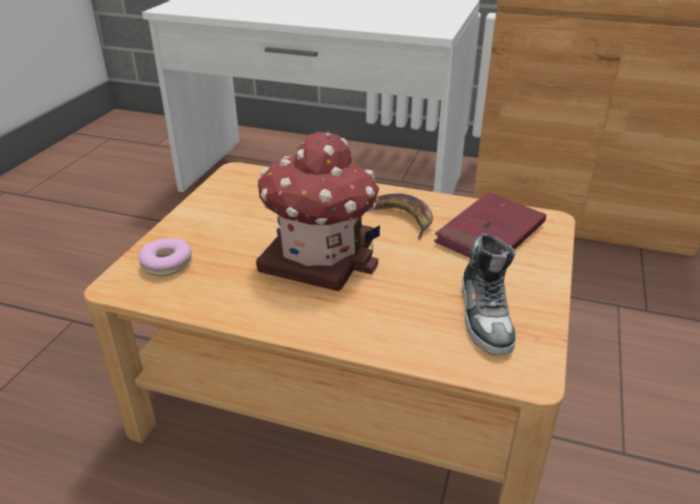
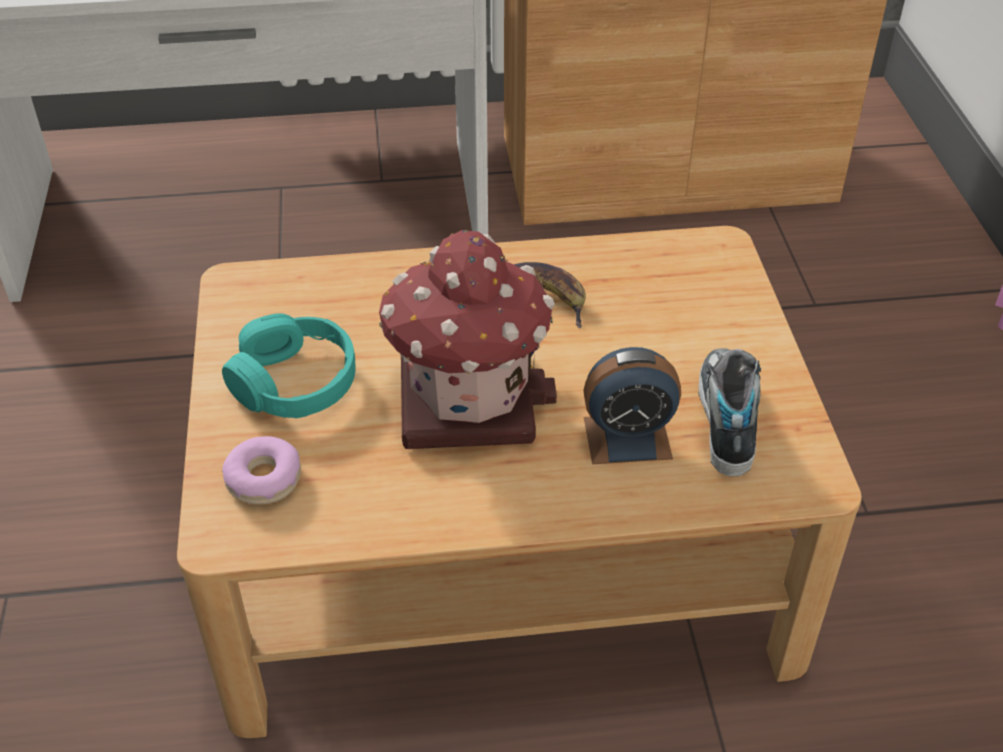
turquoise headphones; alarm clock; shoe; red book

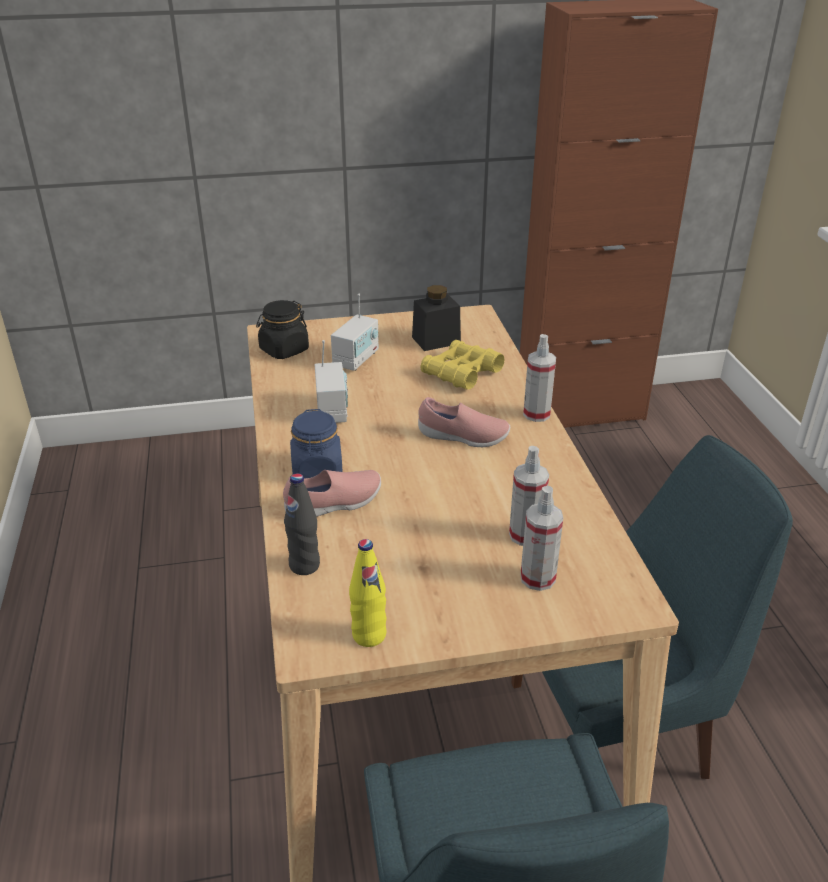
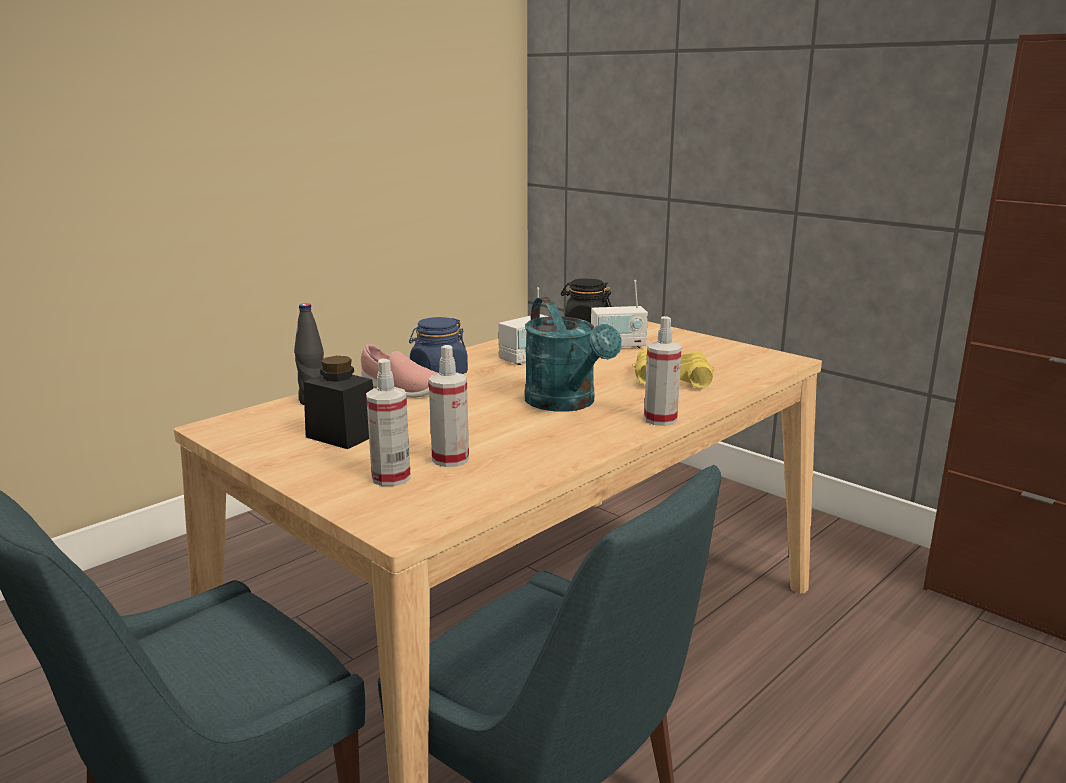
black jar (no. 1 from left); turquoise watering can; yellow bottle

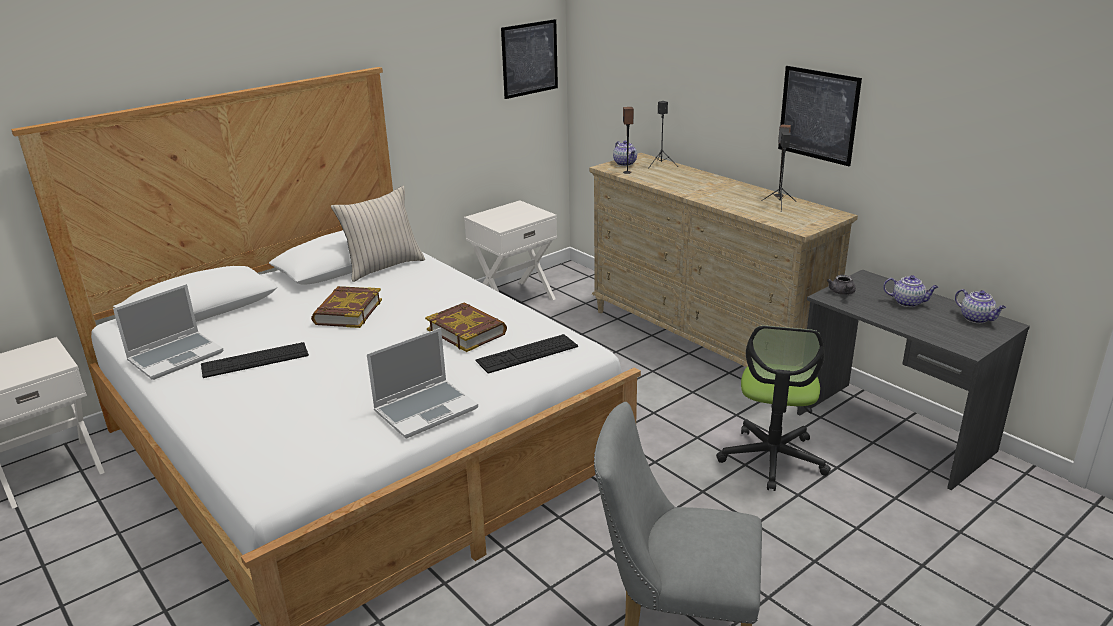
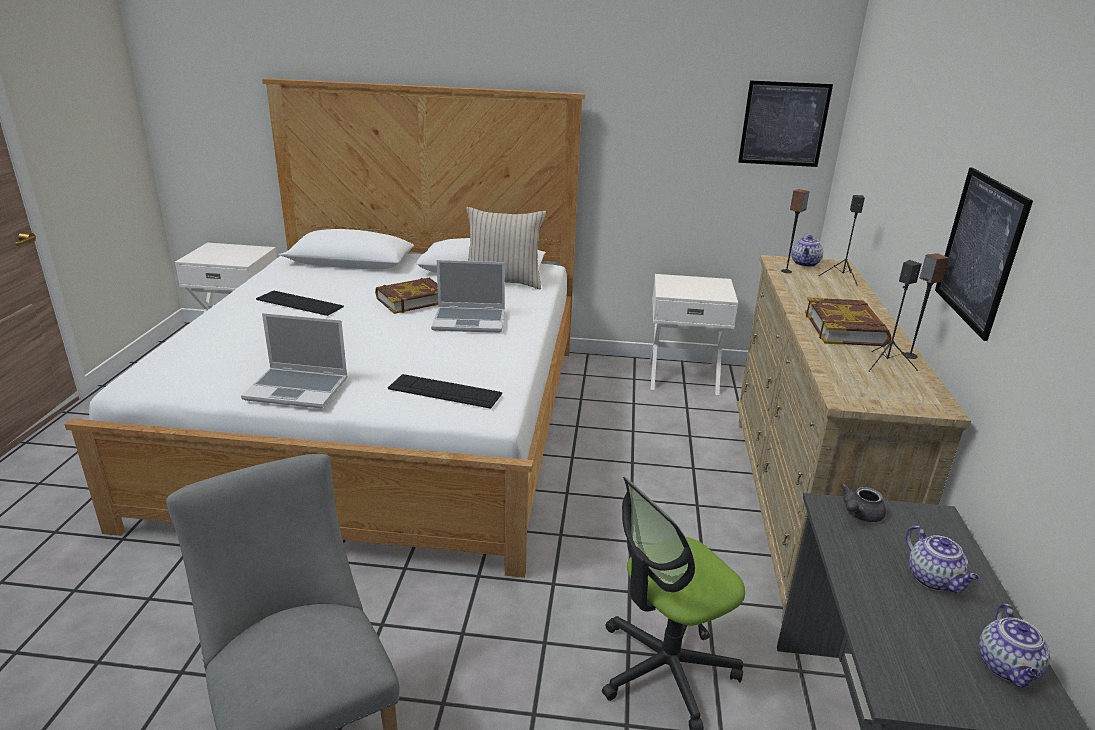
laptop (no. 2 from left); book (no. 2 from left)

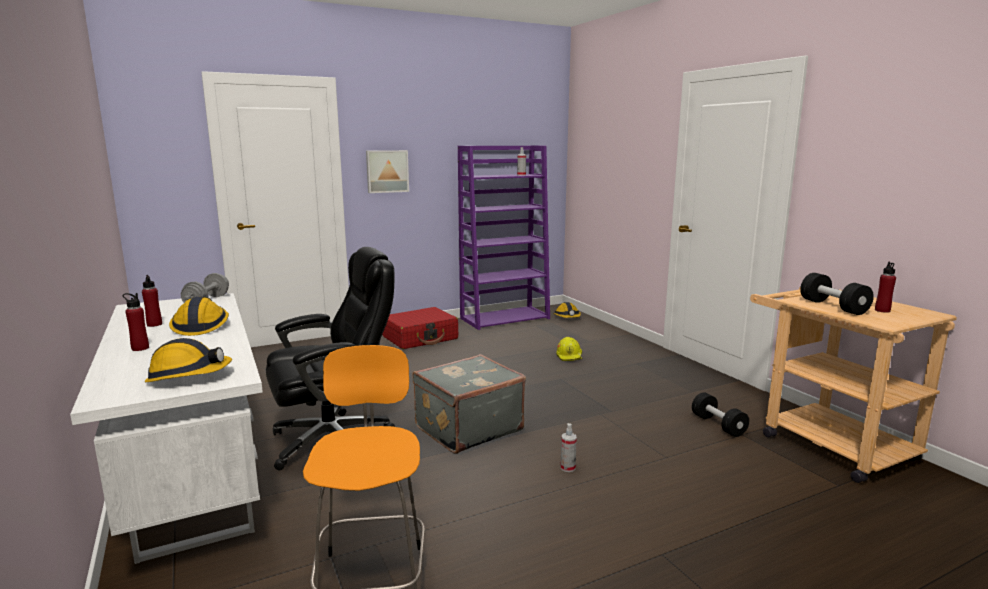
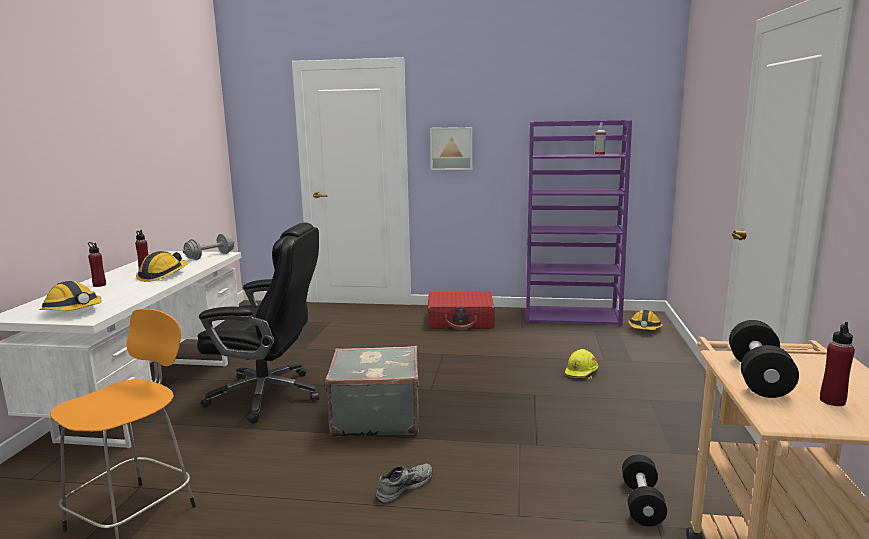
grey shoe

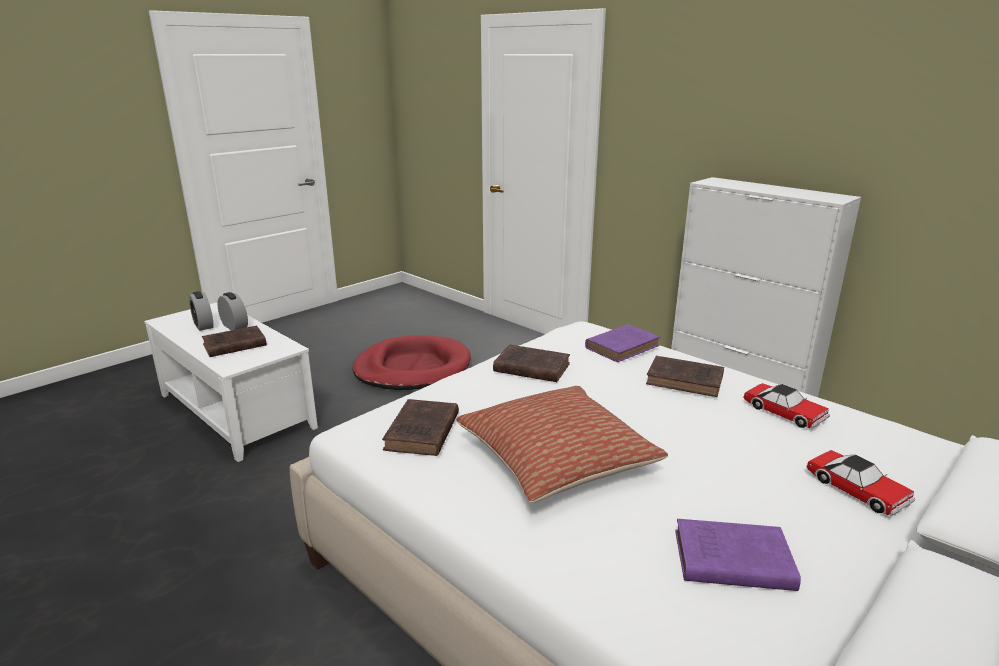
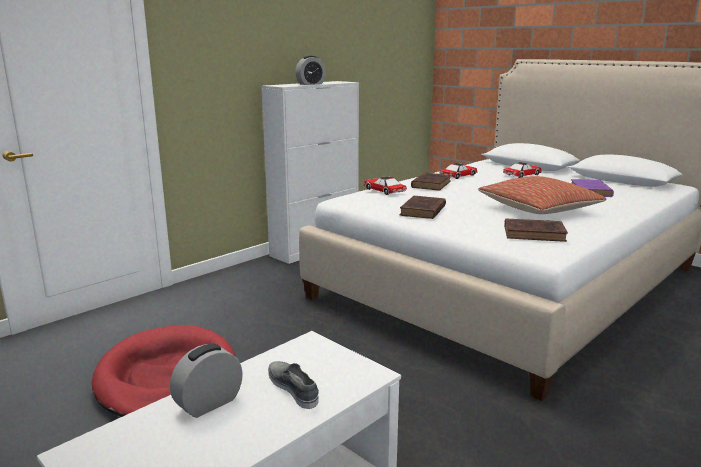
grey shoe; alarm clock (no. 2 from left); toy car (no. 1 from left)

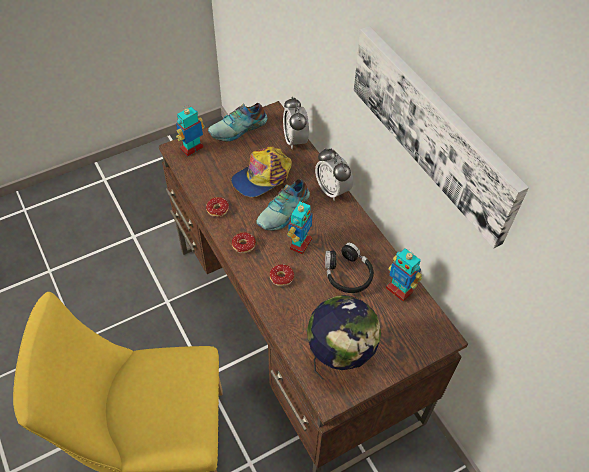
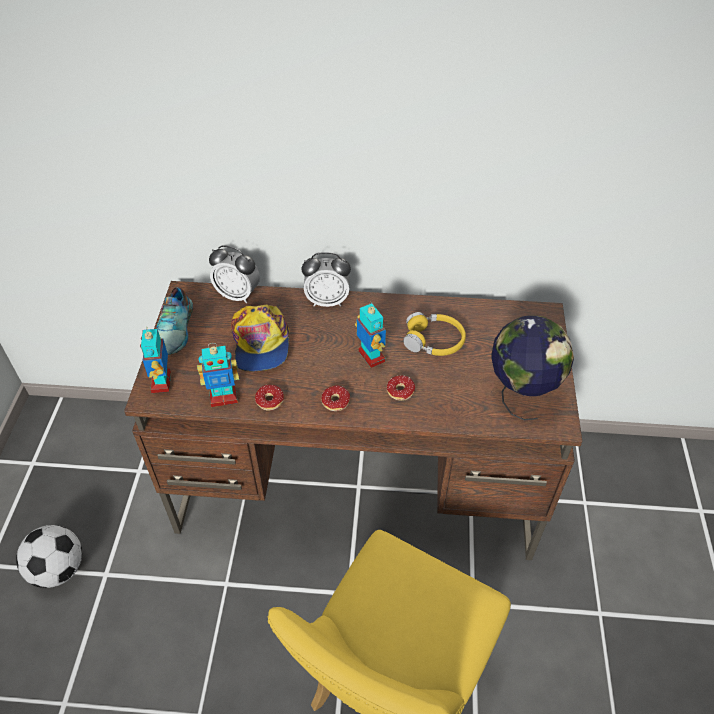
football; toy robot (no. 2 from left); yellow headphones; shoe (no. 2 from left in the first image); picture

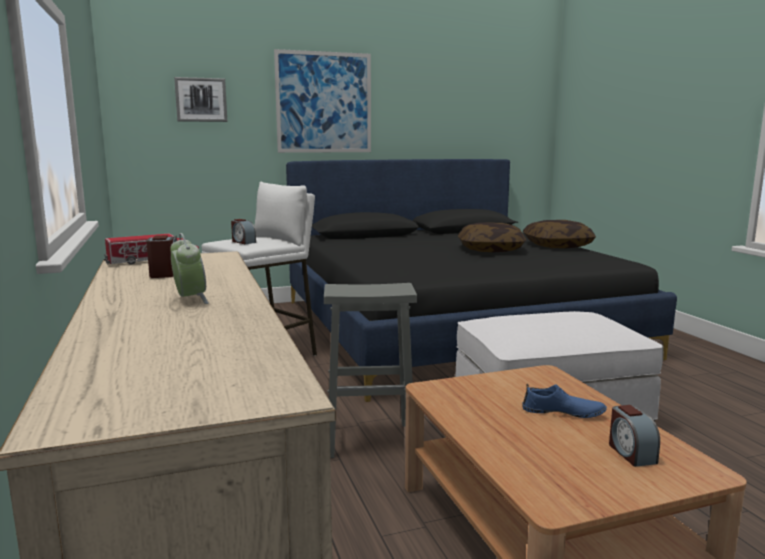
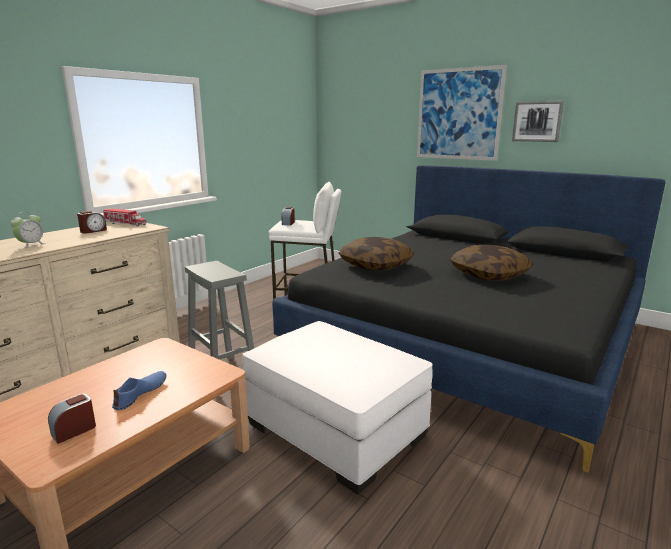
blue shoe; pillow (no. 1 from left); picture (no. 2 from left)

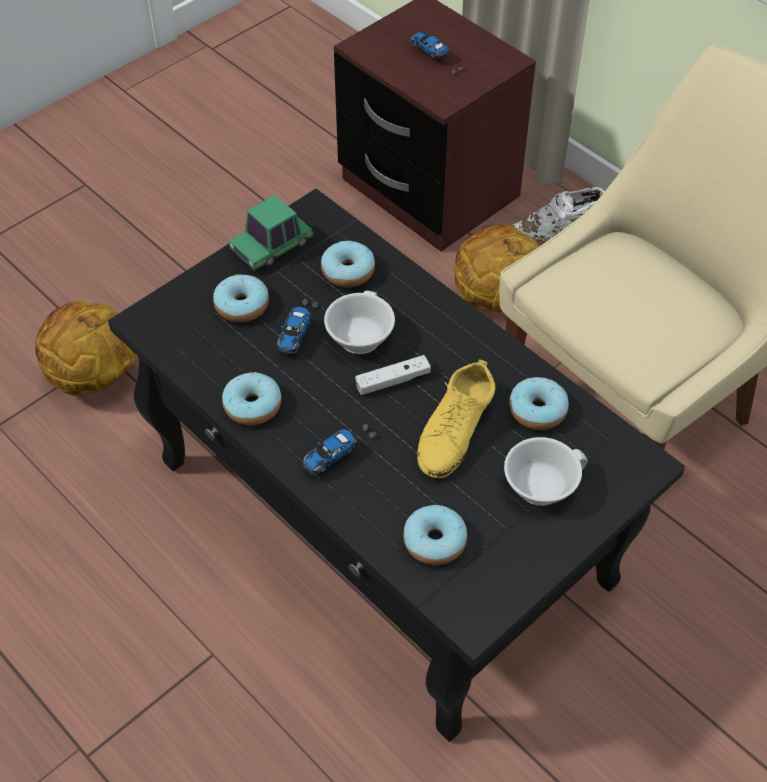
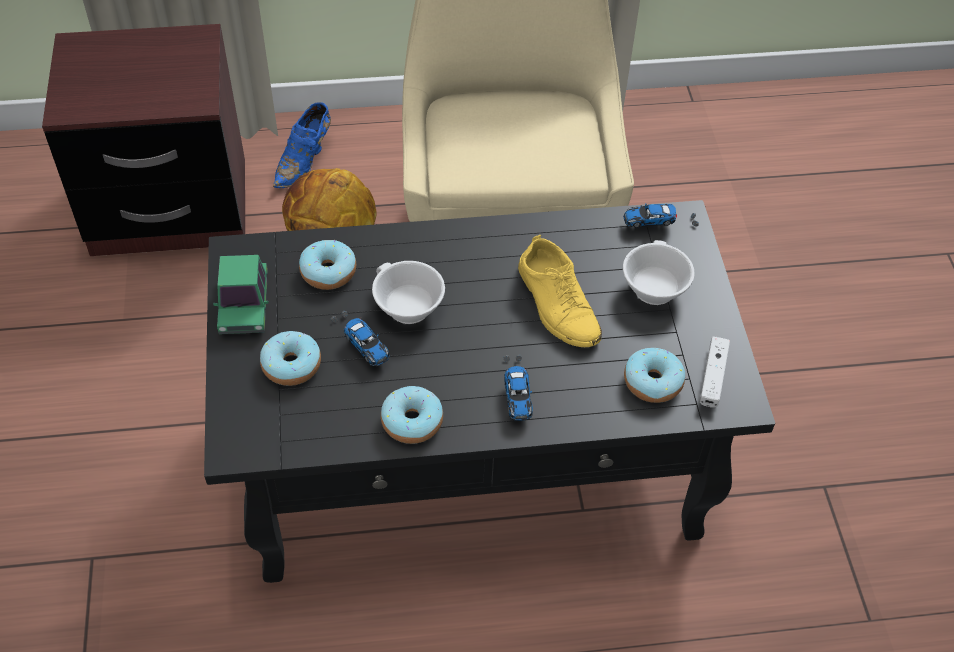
blue shoe; toy car (no. 4 from left); white game controller; basketball (no. 1 from left in the first image); donut (no. 5 from left in the first image)

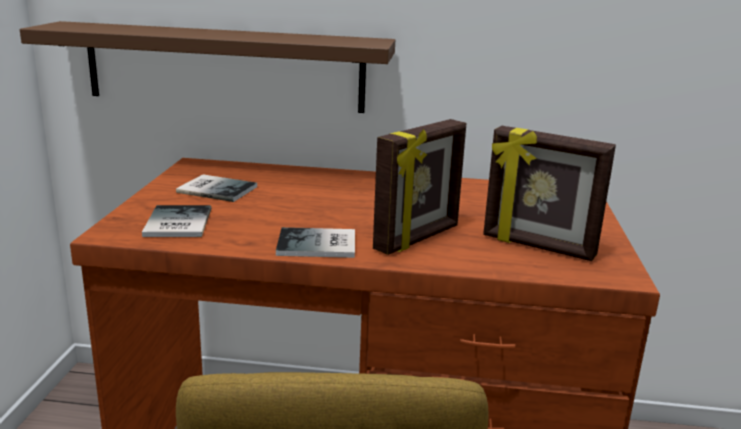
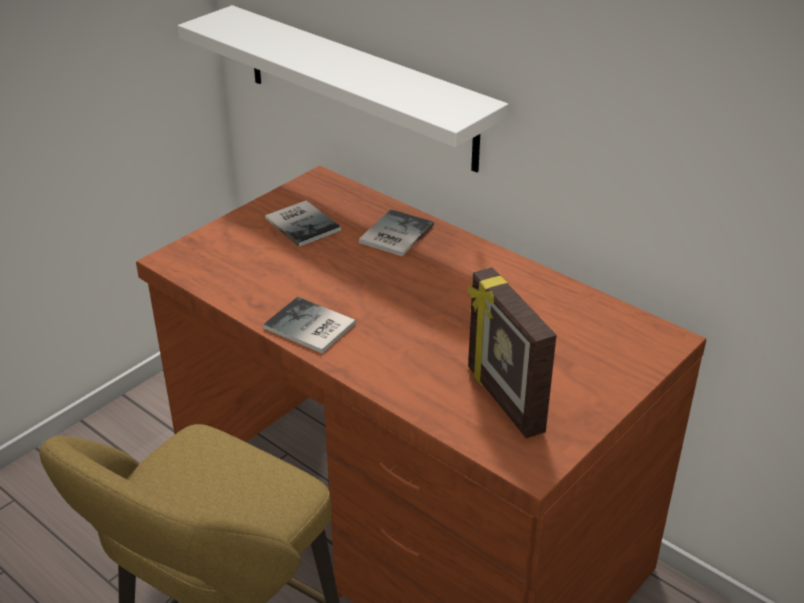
white shelf; book (no. 3 from left); picture frame (no. 1 from left in the first image)

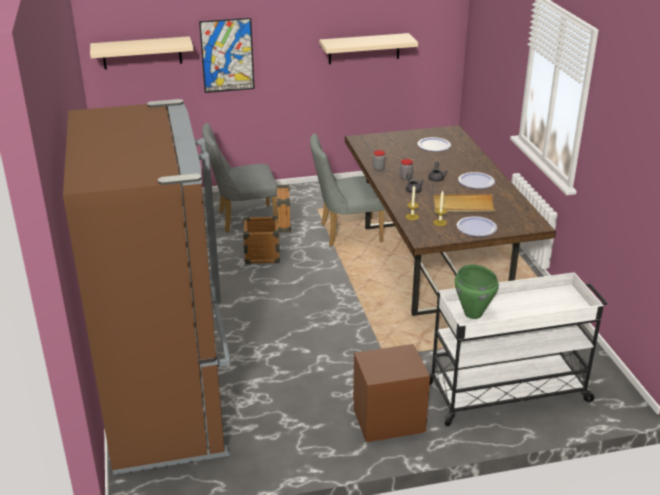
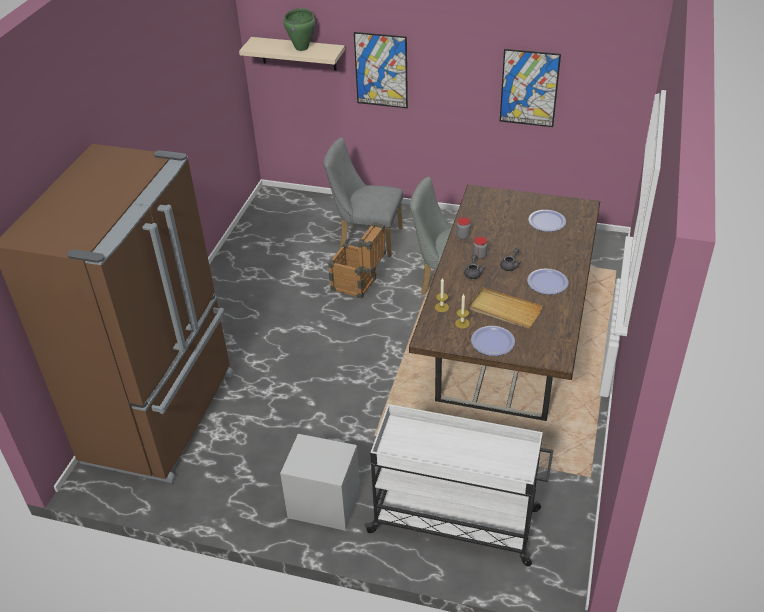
grey nightstand; green cooking pot; picture (no. 2 from left)

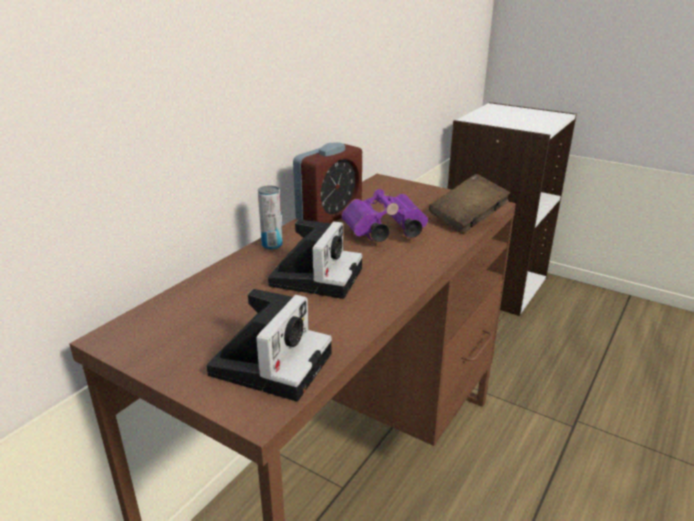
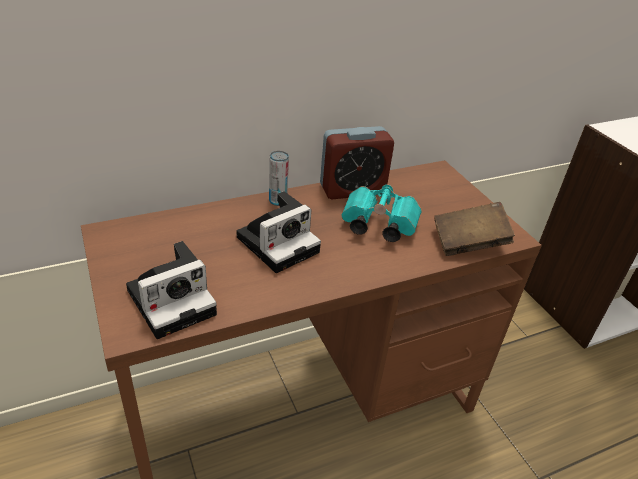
turquoise binoculars

